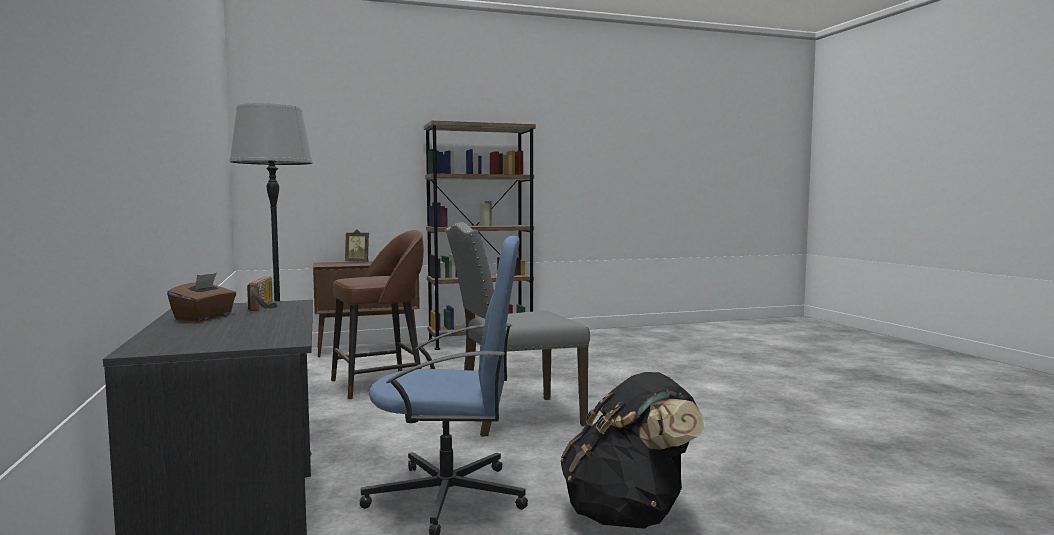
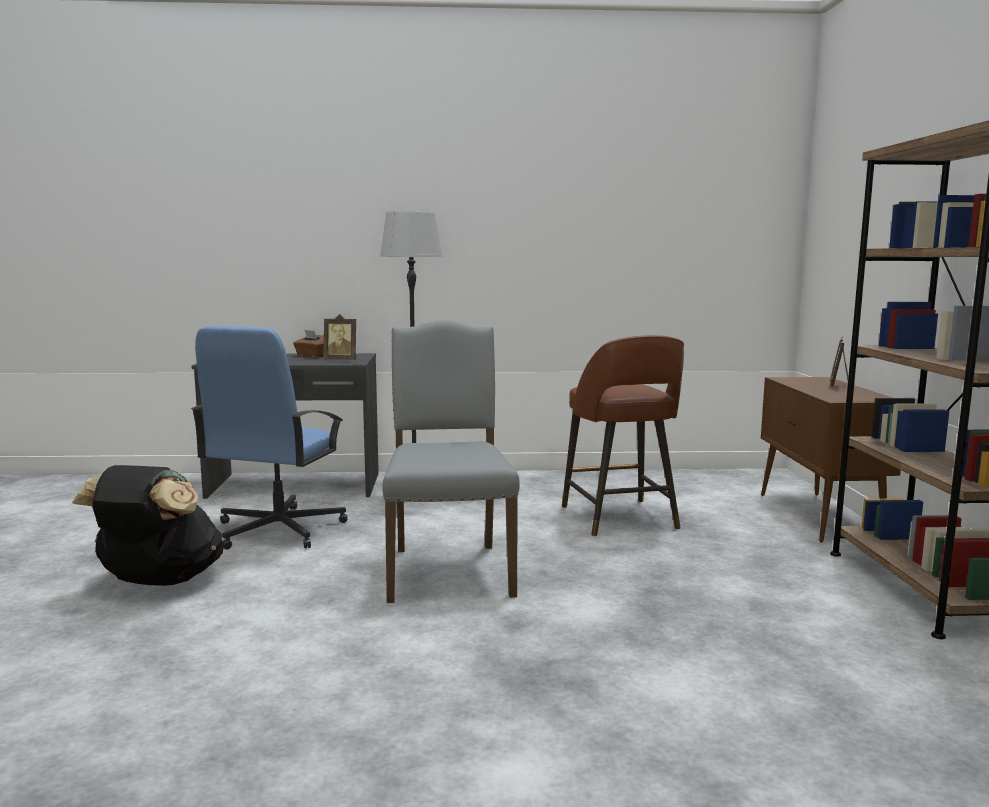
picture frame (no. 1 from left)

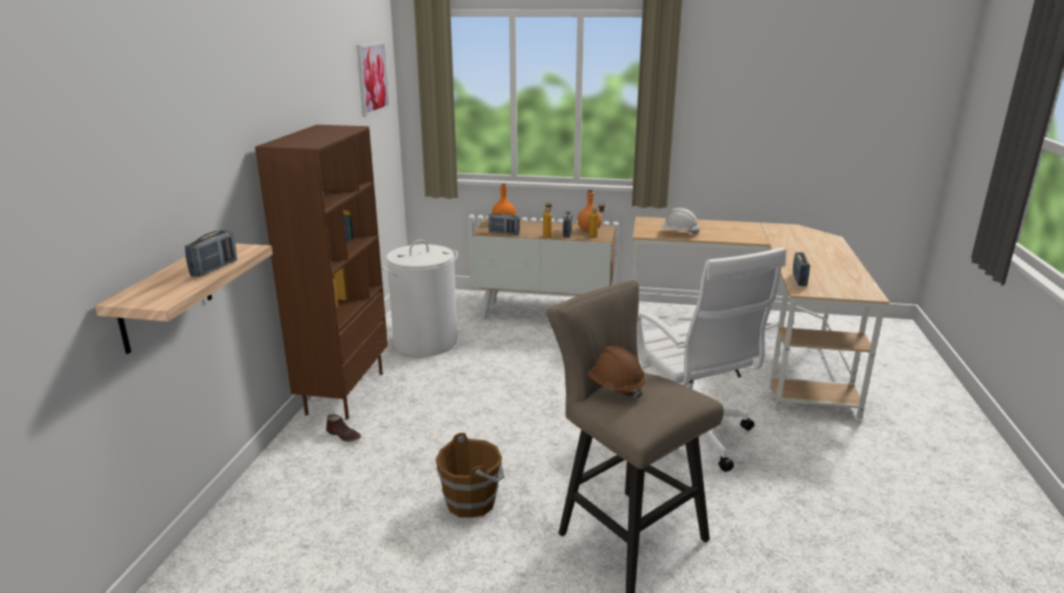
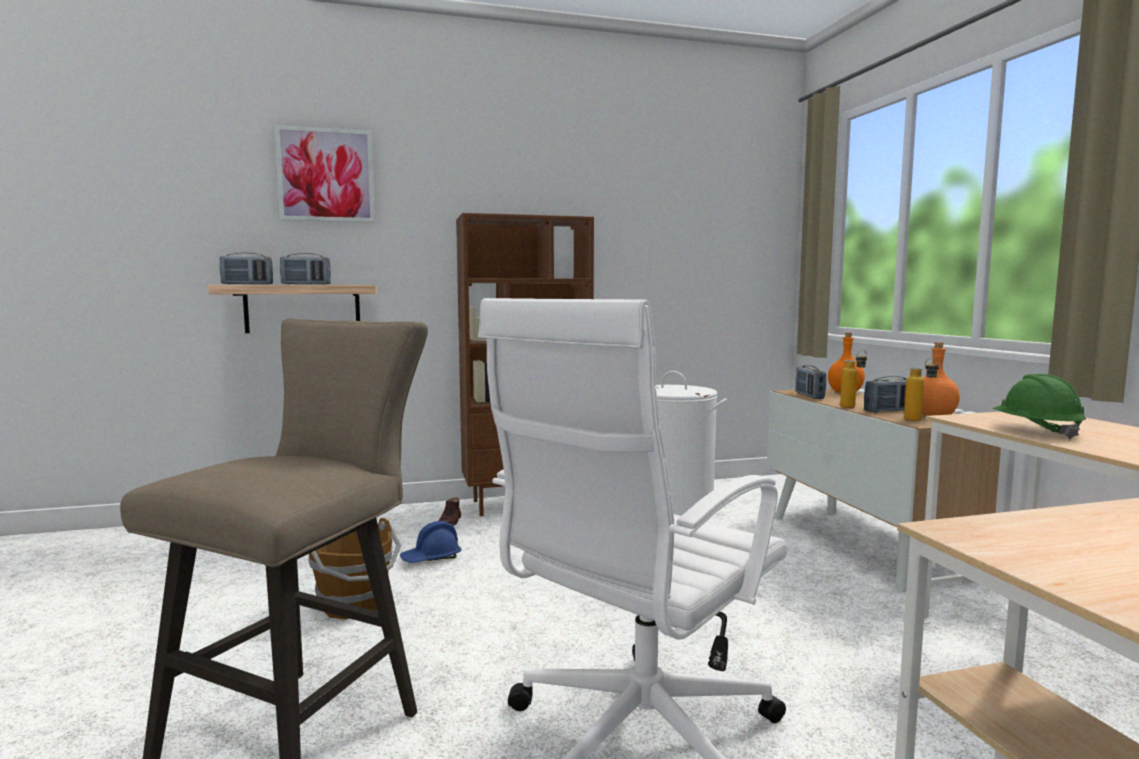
radio (no. 1 from left); picture; blue hard hat; green hard hat; brown hard hat

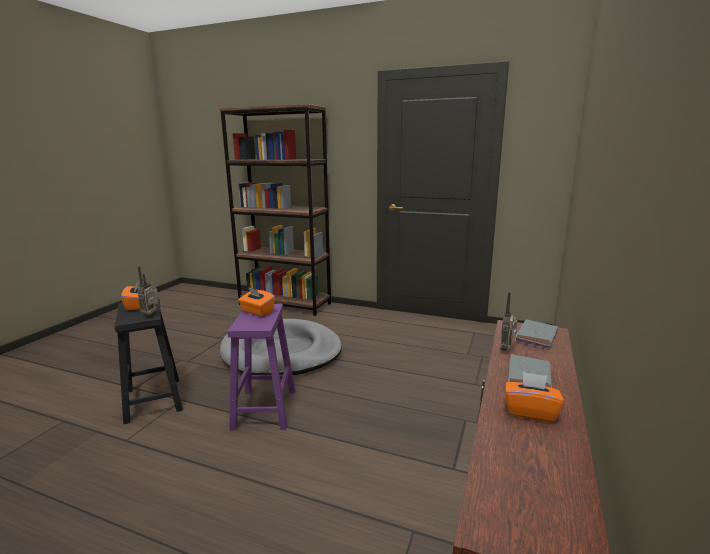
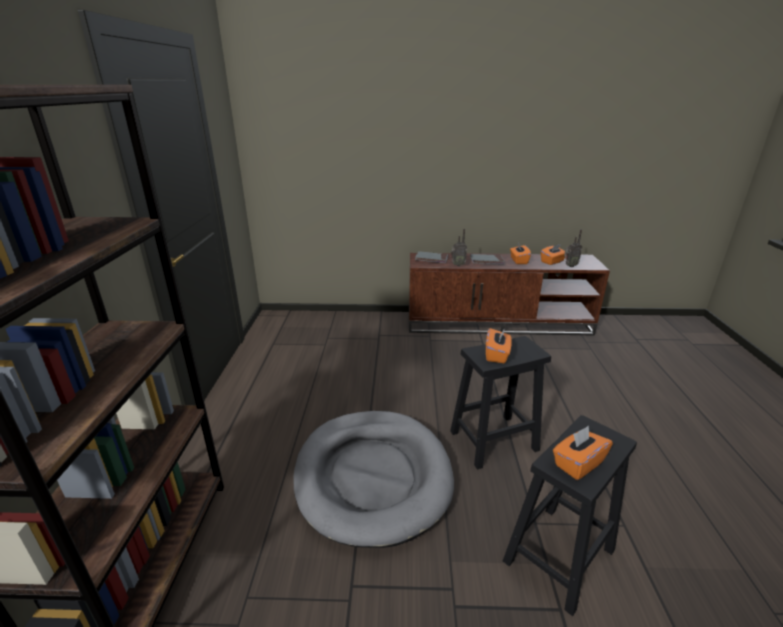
black stool (no. 1 from left); orange tissue box (no. 3 from left); radio (no. 2 from left)

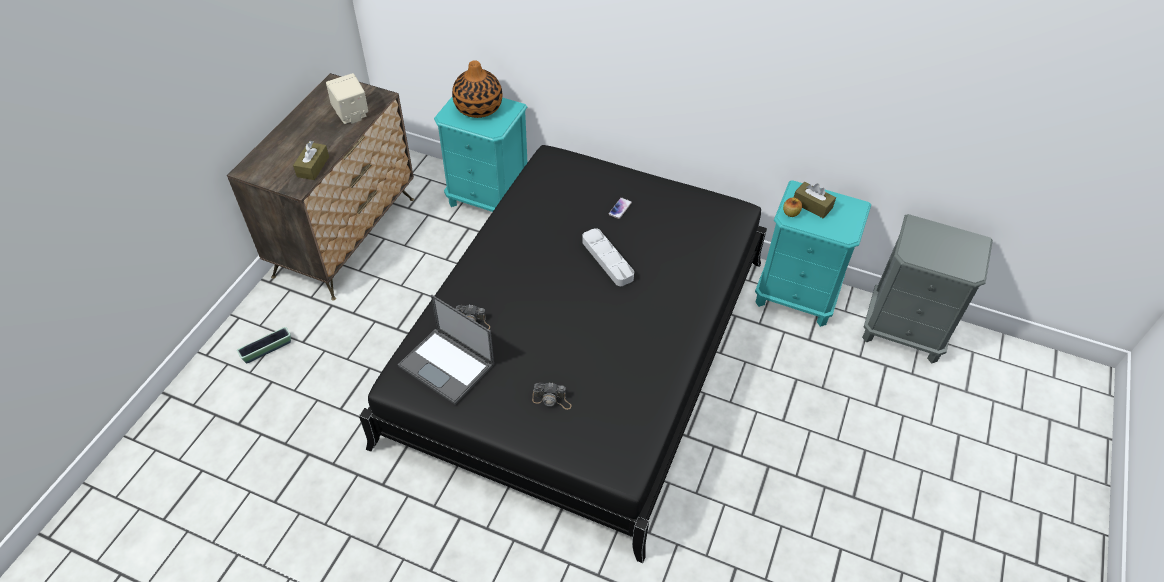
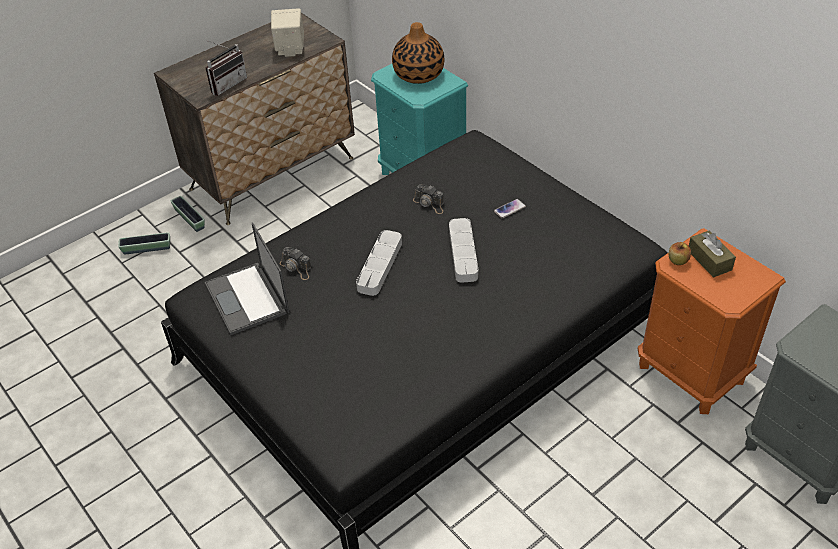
planter (no. 2 from left); radio; grey tray (no. 1 from left); photo camera (no. 2 from left); orange nightstand

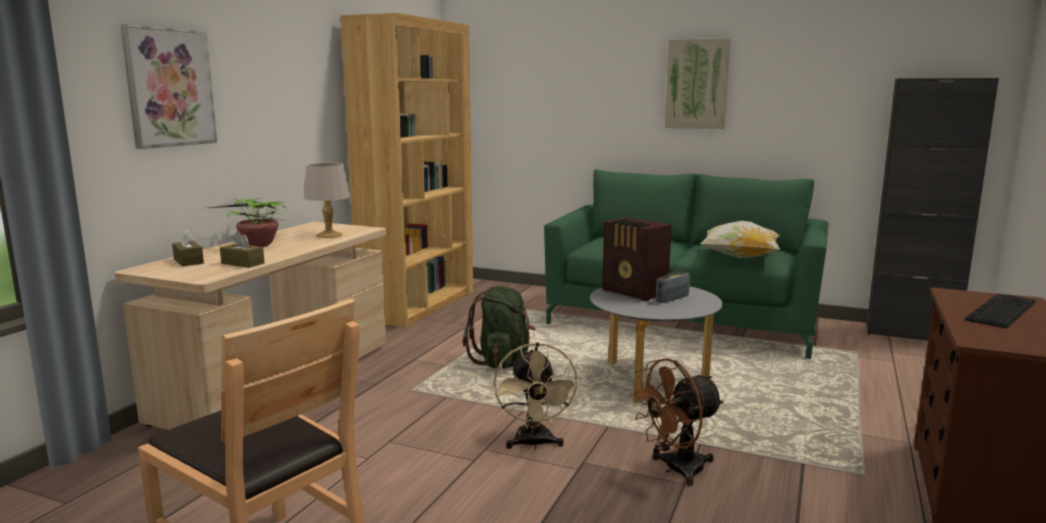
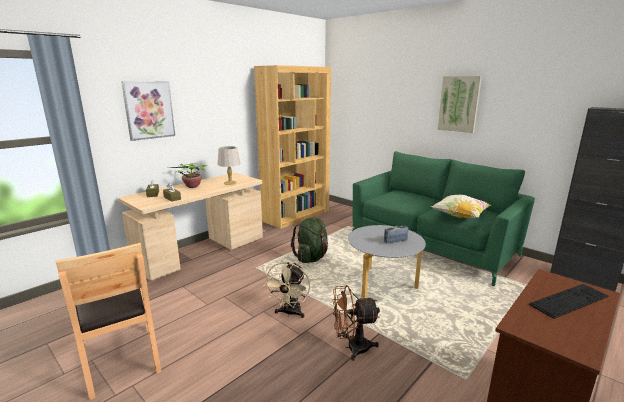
radio (no. 1 from left in the first image)

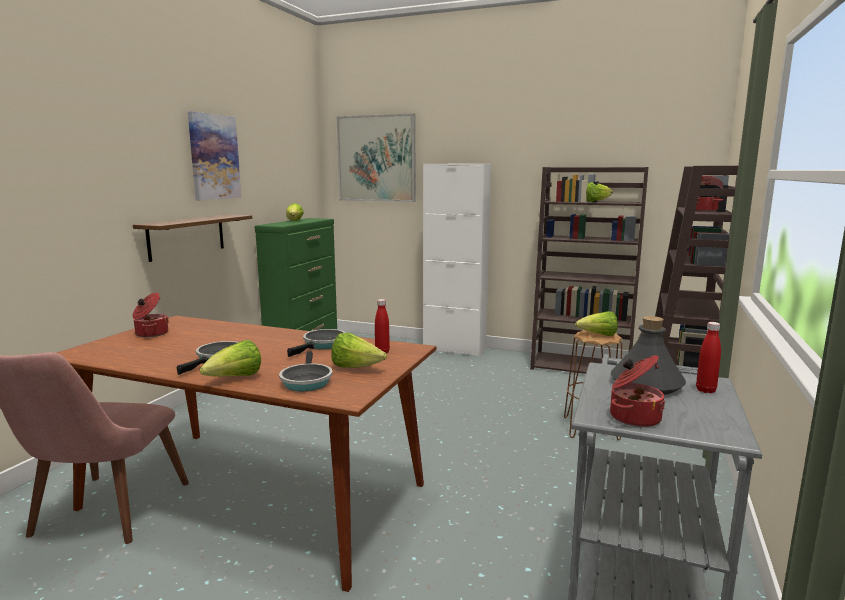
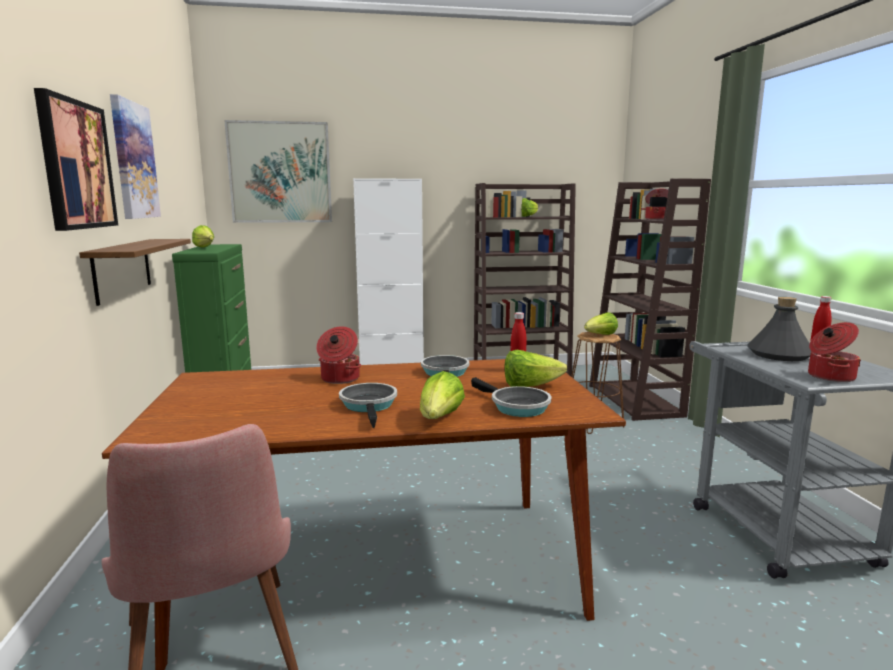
picture (no. 1 from left); cooking pot (no. 1 from left)

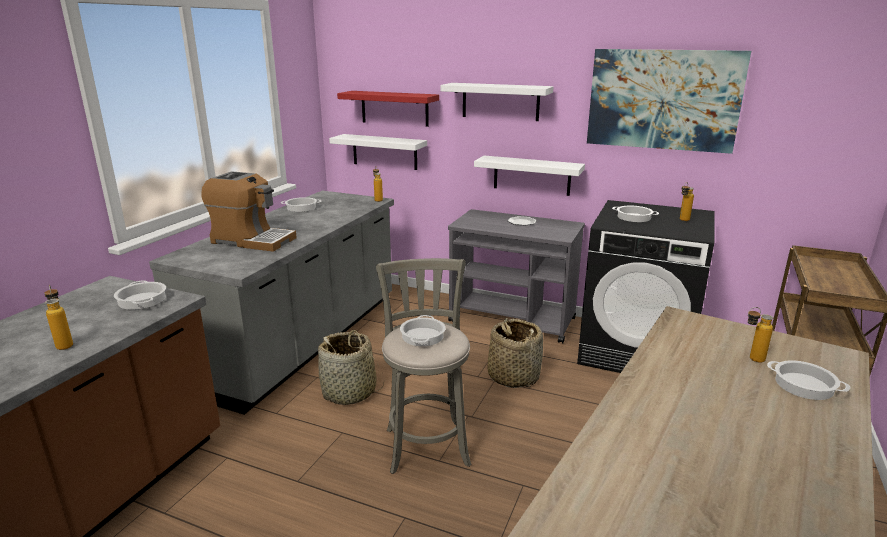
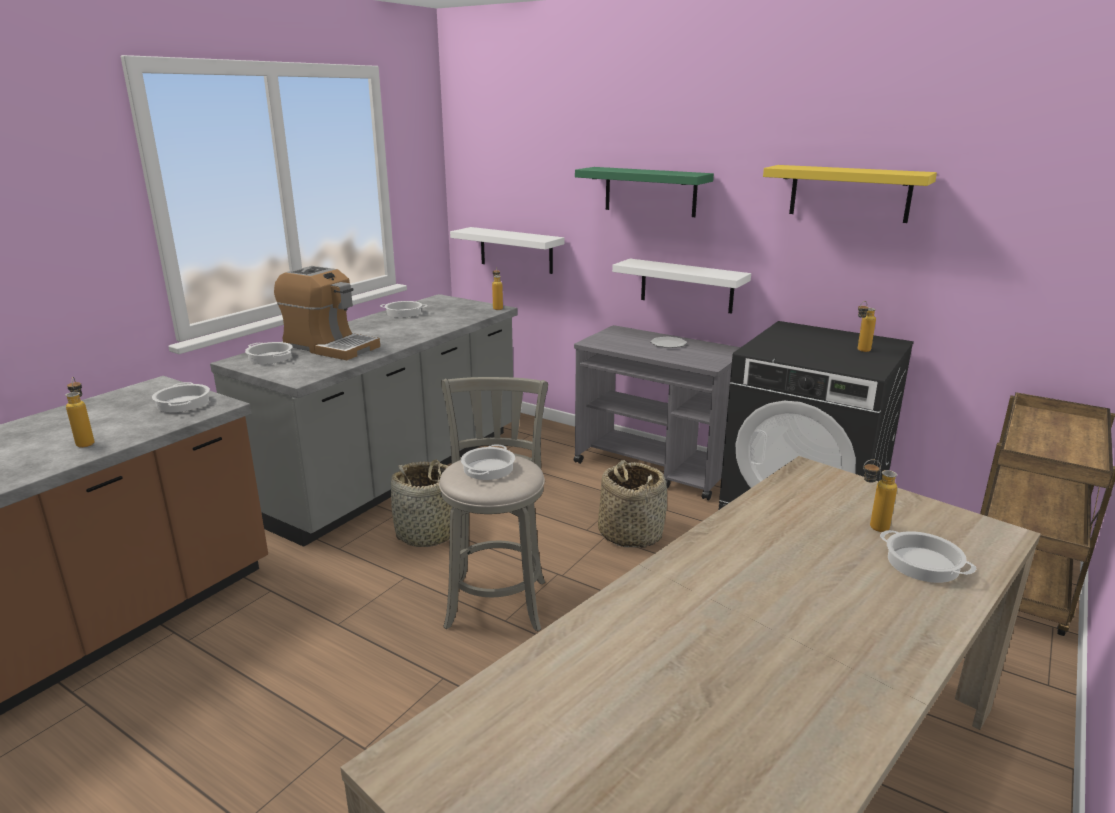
cooking pot (no. 2 from left); green shelf; yellow shelf; red shelf

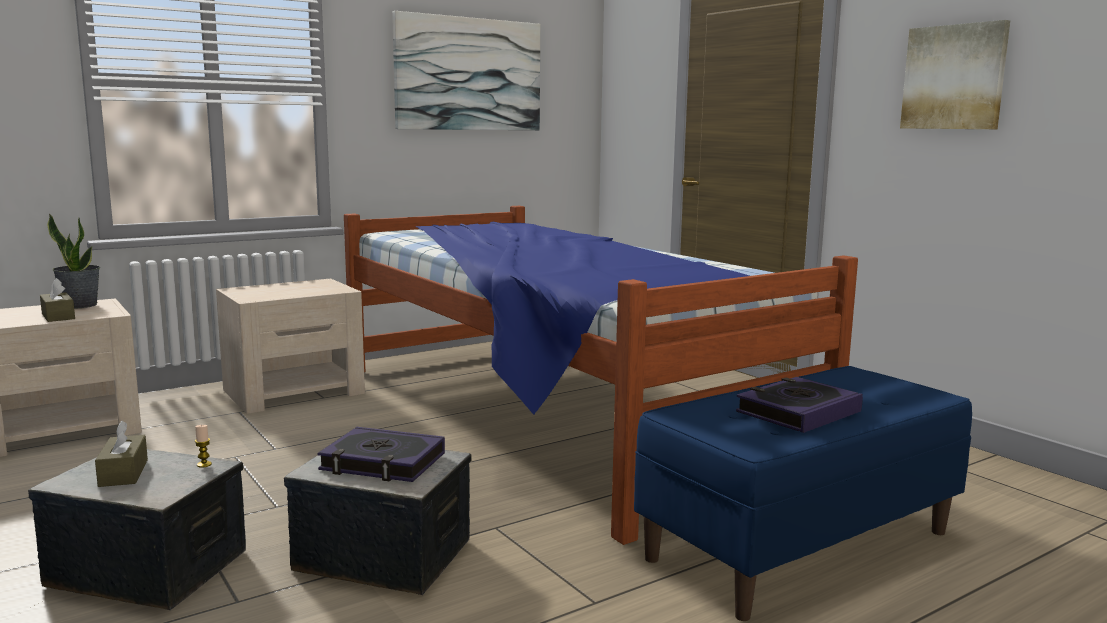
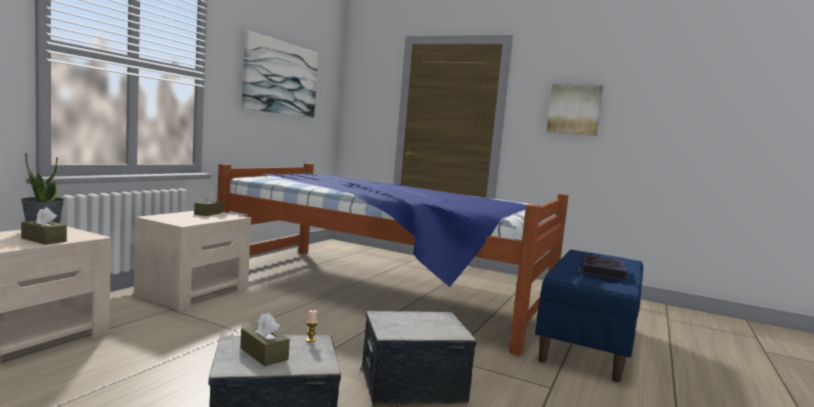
brown tissue box (no. 2 from left); book (no. 1 from left in the first image)

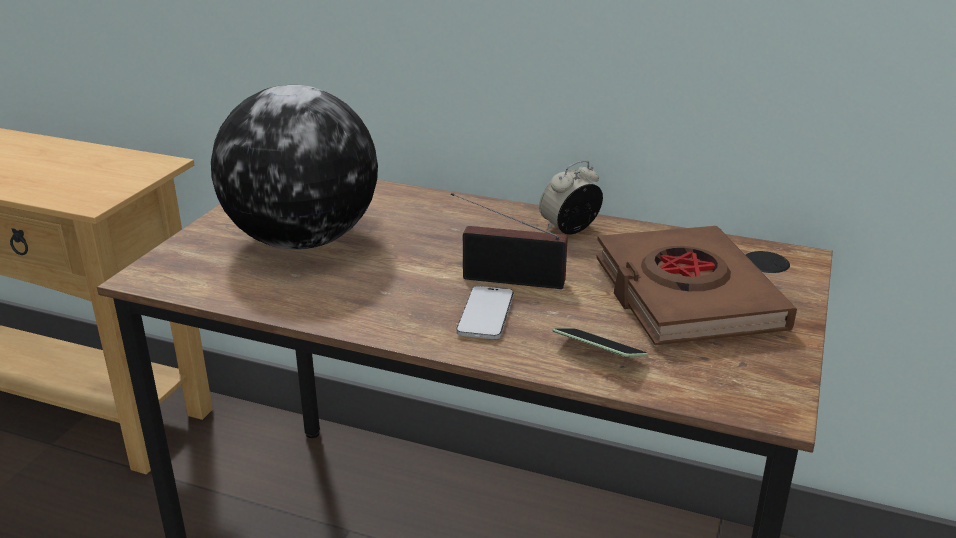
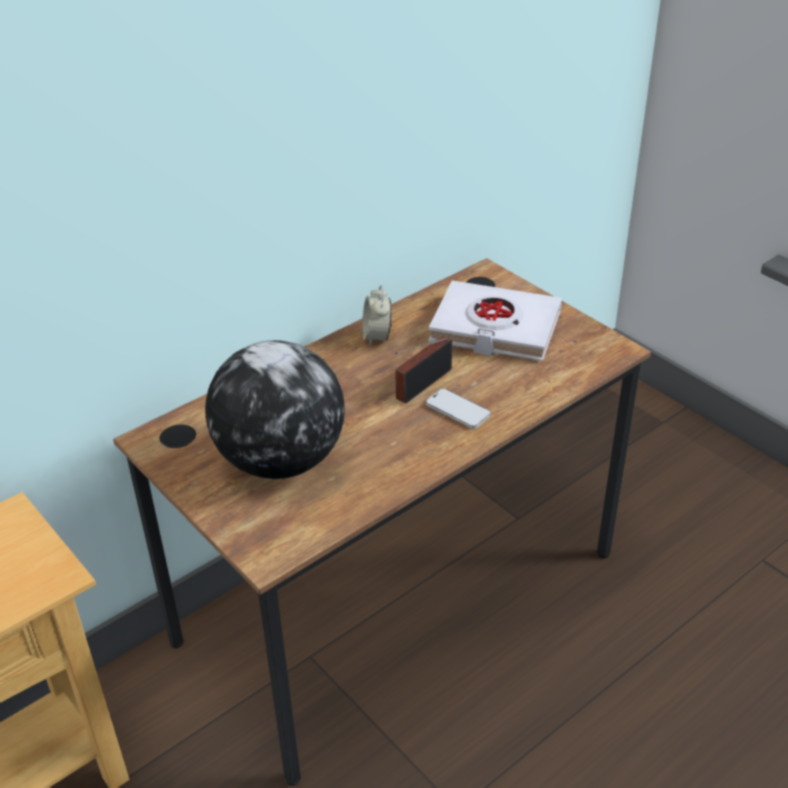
white book; phone (no. 2 from left in the first image)

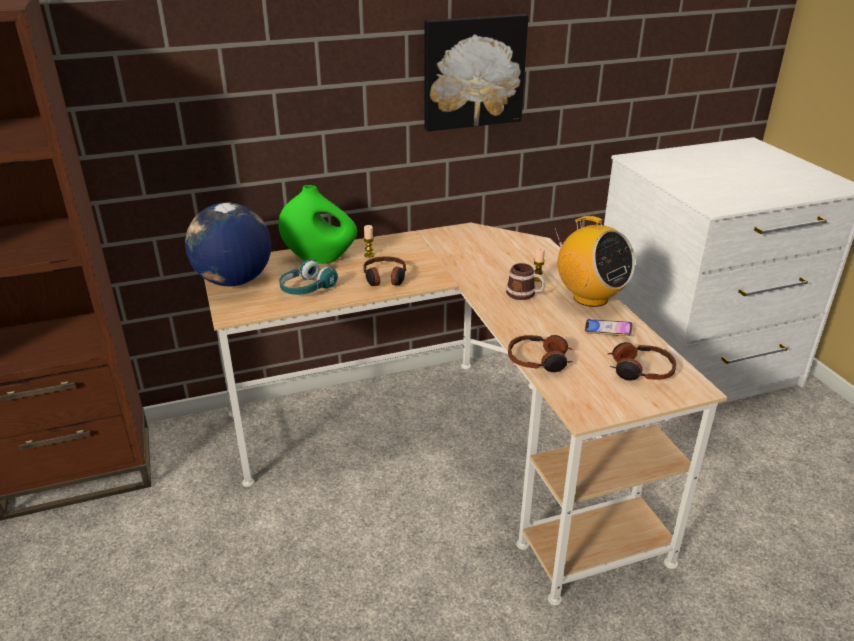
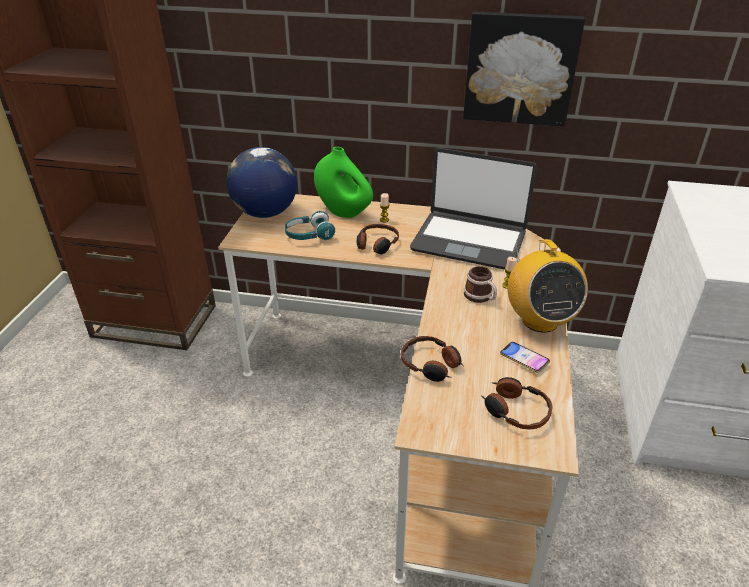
laptop

